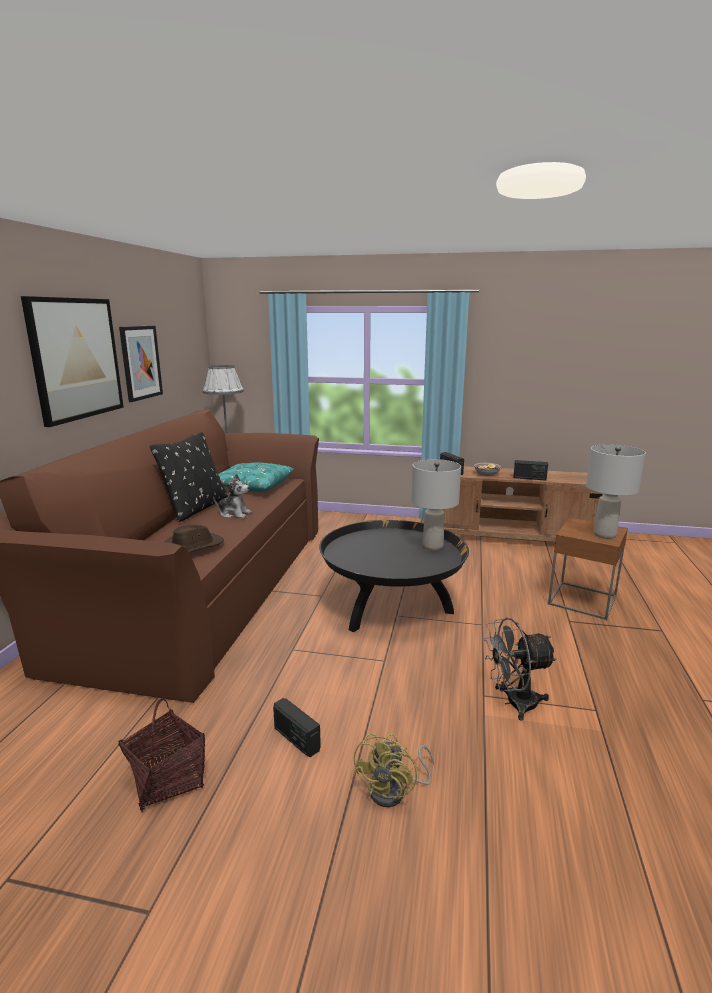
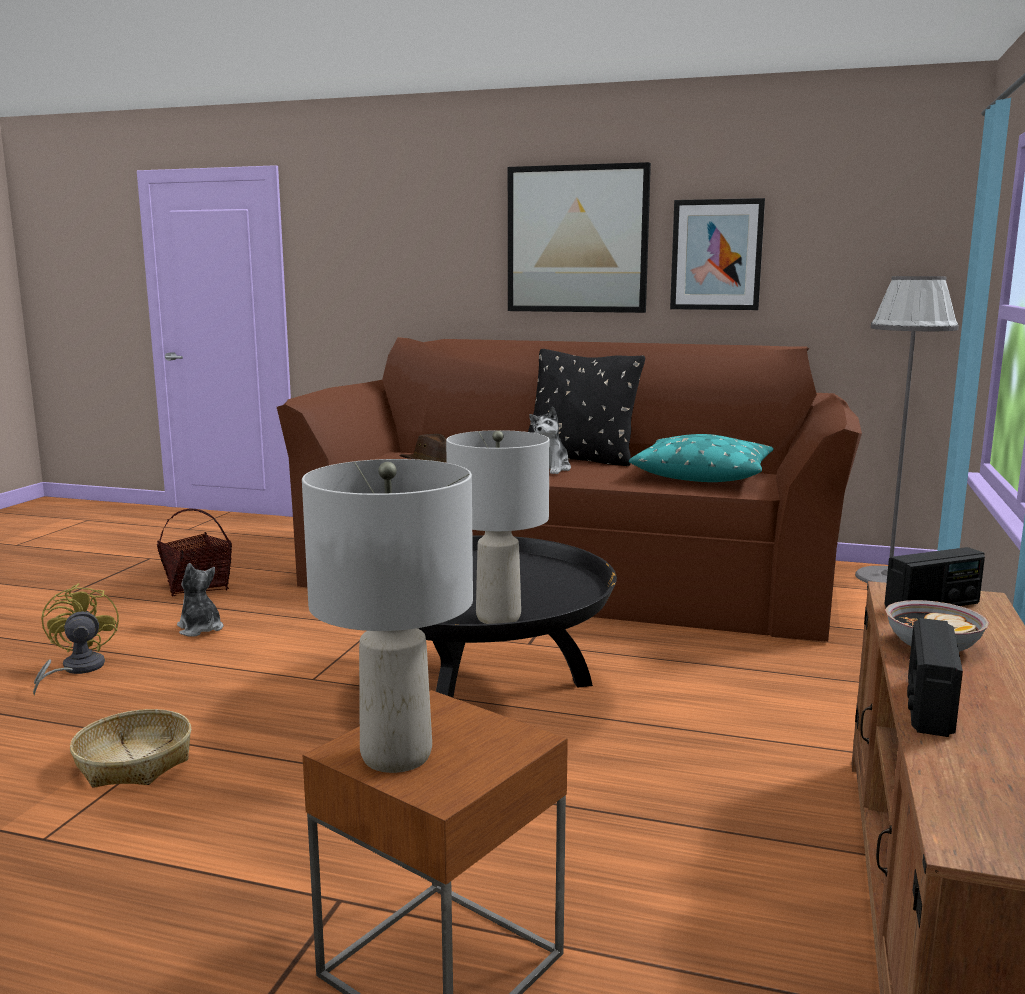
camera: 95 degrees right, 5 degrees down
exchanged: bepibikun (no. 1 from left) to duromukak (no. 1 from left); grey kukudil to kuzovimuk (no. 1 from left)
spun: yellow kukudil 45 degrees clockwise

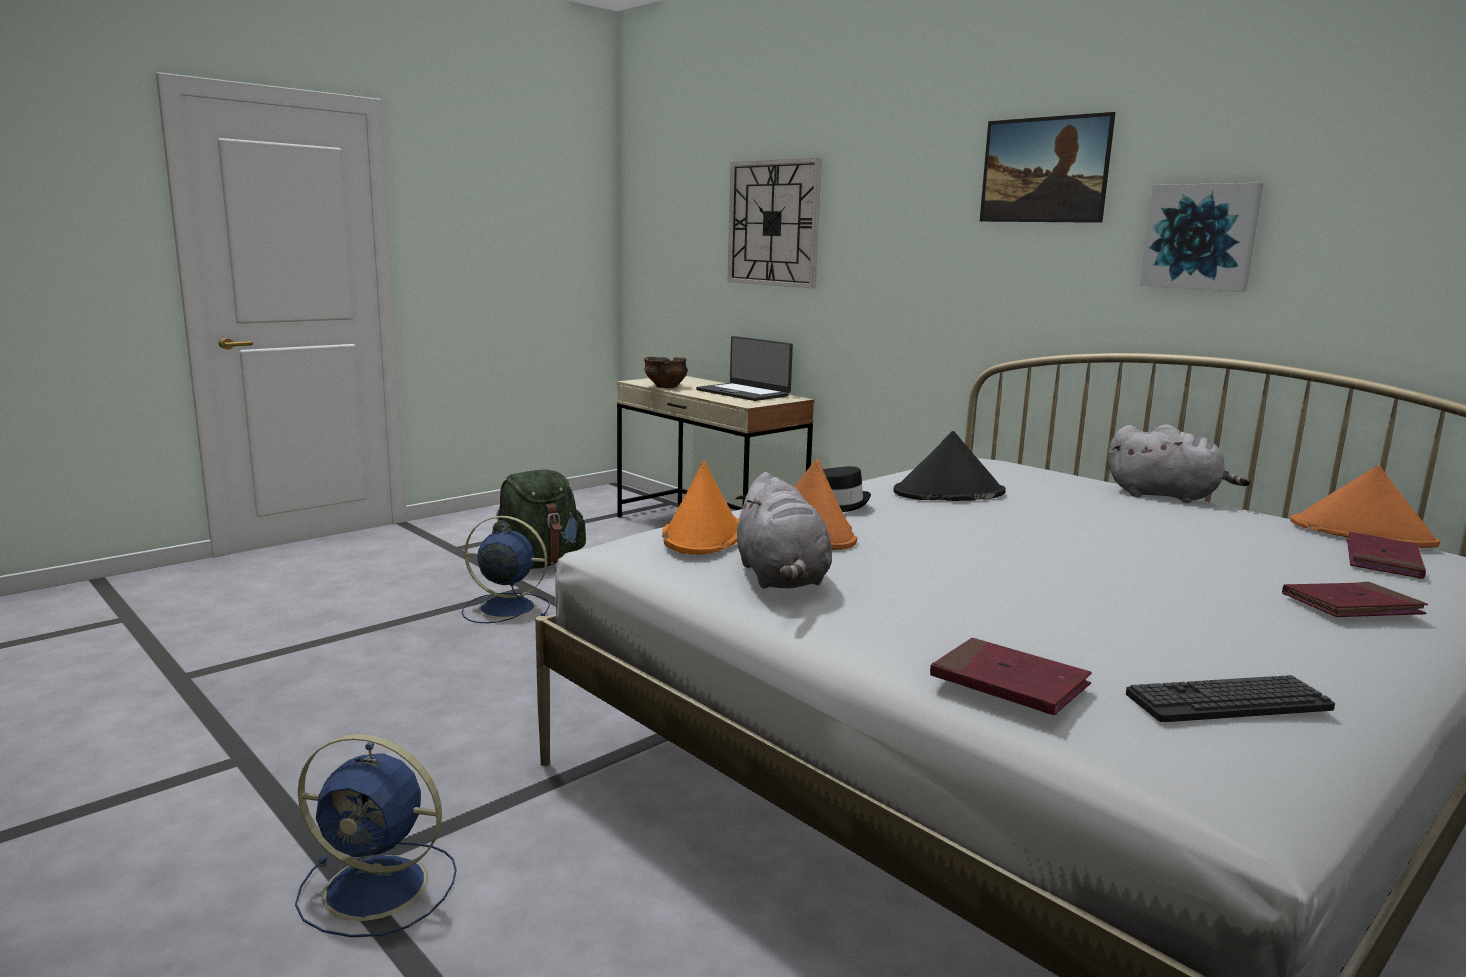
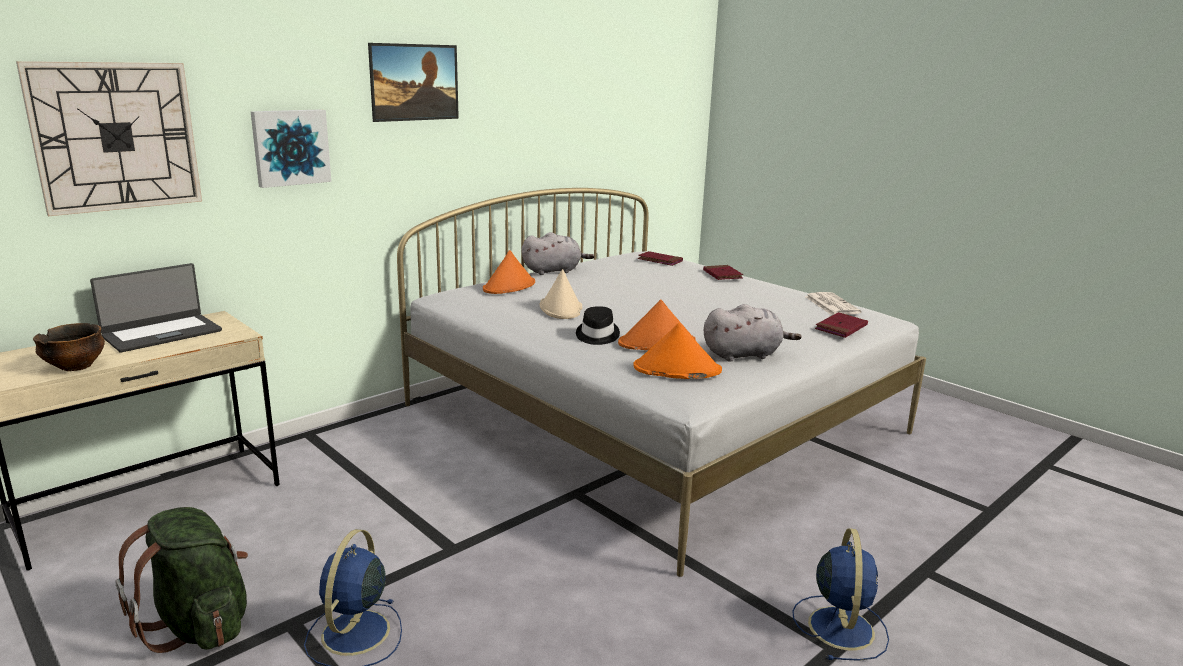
camera: 90 degrees left, 5 degrees up
relocated: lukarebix (no. 2 from left in the first image) to lukarebix (no. 1 from left); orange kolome (no. 3 from left in the first image) to orange kolome (no. 1 from left)
exchanged: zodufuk to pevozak
colour: black kolome (no. 2 from left) to beige kolome
spun: grey duromukak (no. 2 from left in the first image) 45 degrees clockwise

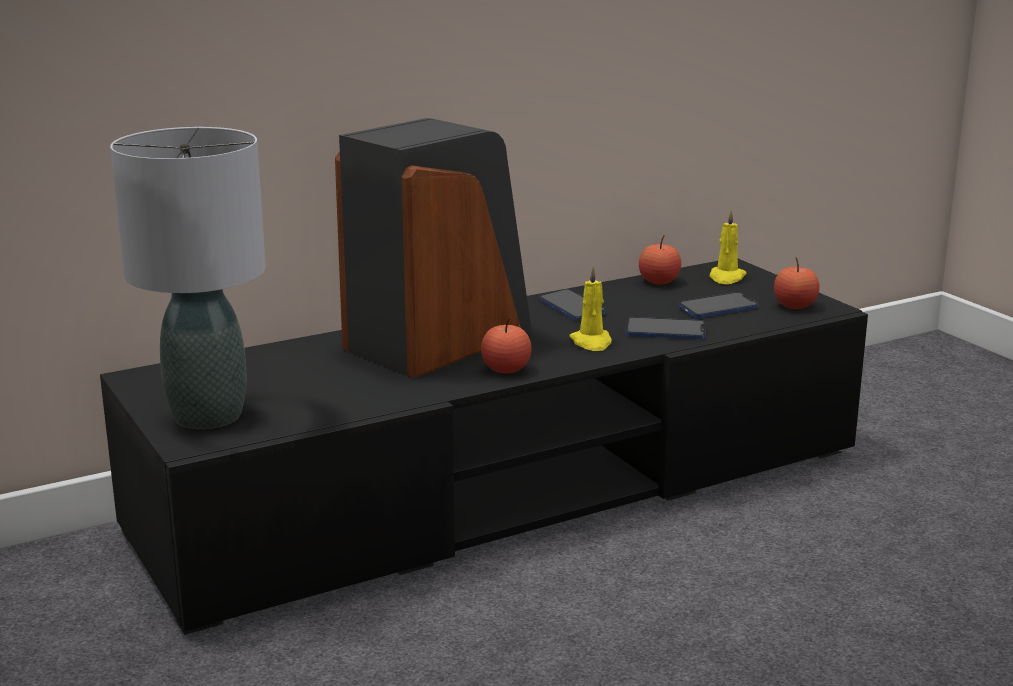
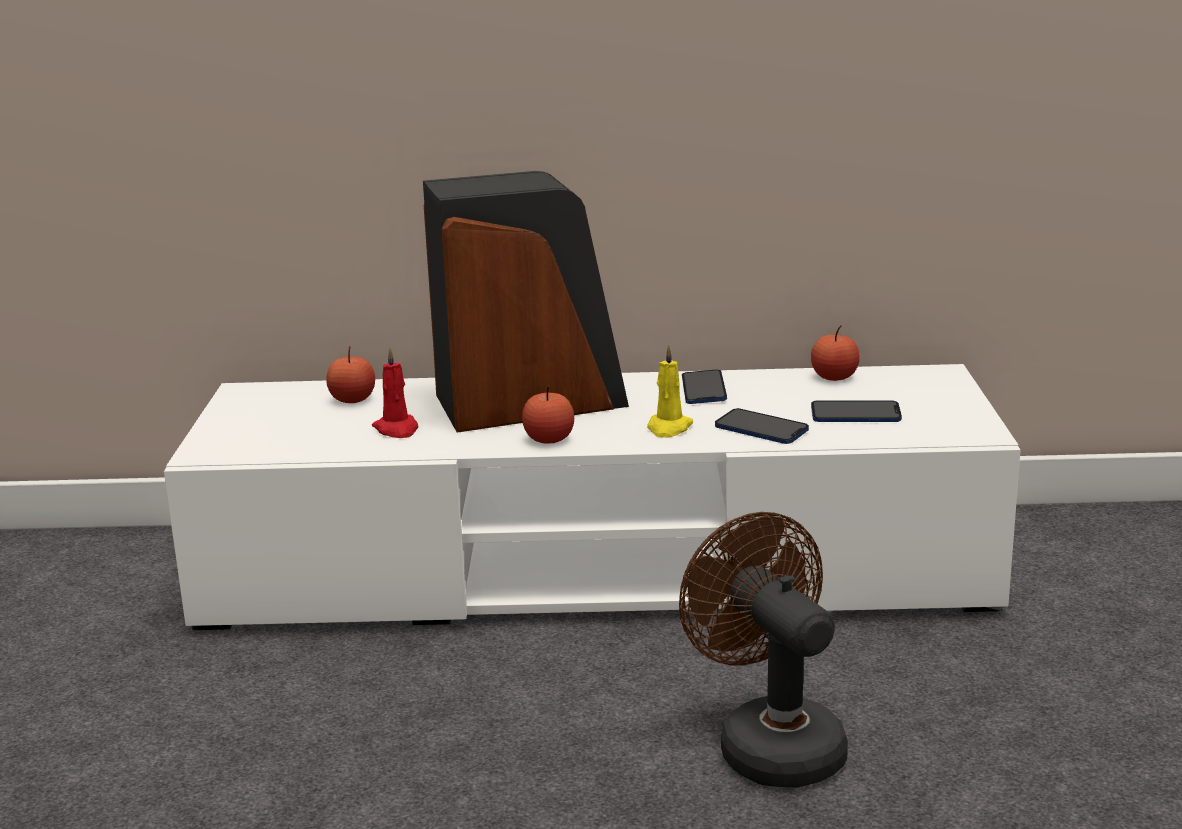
camera: 30 degrees right, 0 degrees up
missing: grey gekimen; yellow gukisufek (no. 2 from left)
appeared: red gukisufek; brown kukudil
relocated: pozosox (no. 3 from left in the first image) to pozosox (no. 1 from left)
colour: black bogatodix to white bogatodix

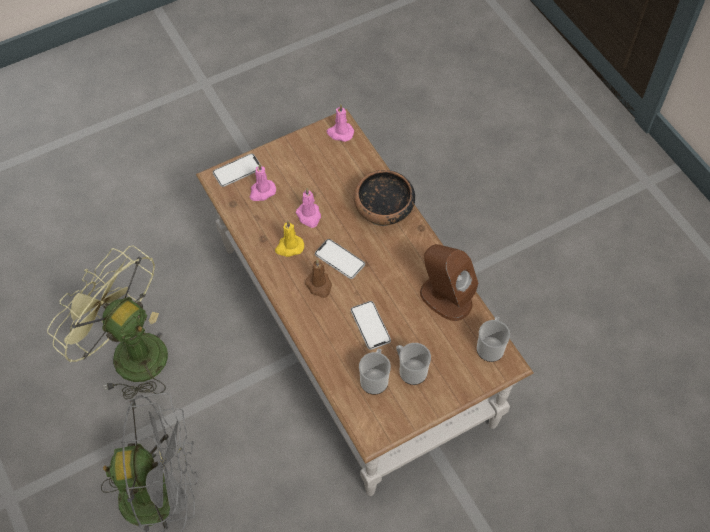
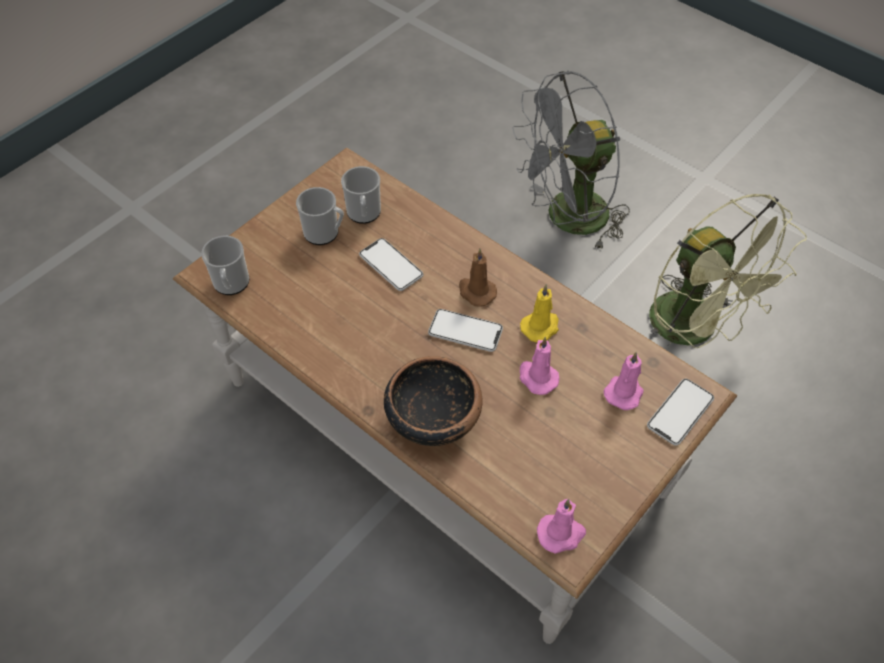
camera: 160 degrees right, 5 degrees down
missing: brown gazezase
spun: green kukudil 45 degrees clockwise

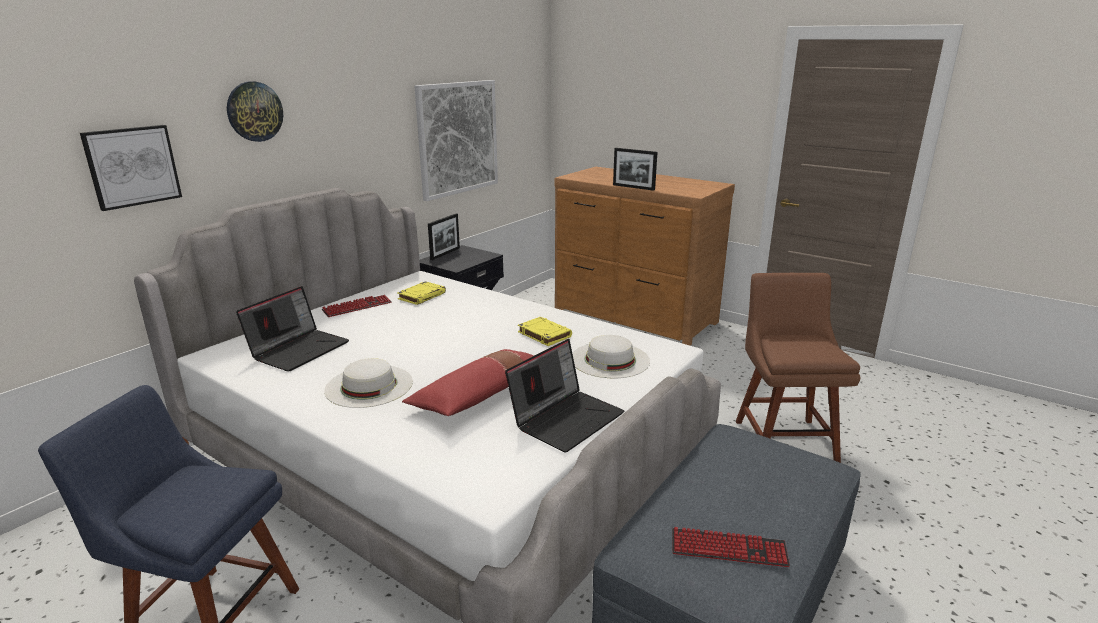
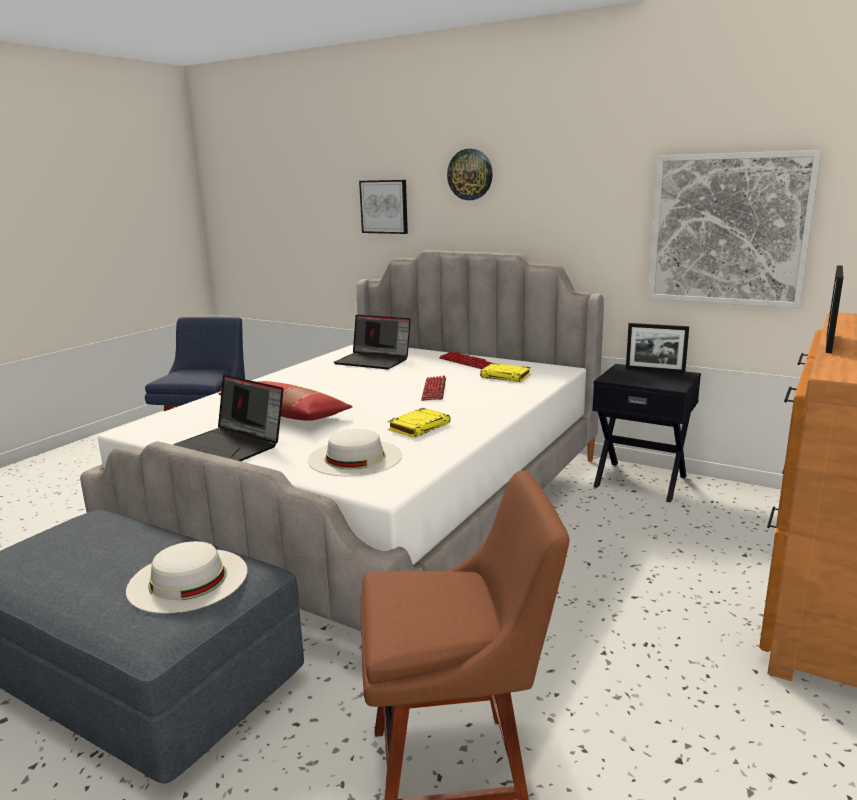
camera: 85 degrees right, 5 degrees down
relocated: white kolome (no. 1 from left); zodufuk (no. 2 from left in the first image) to zodufuk (no. 1 from left)

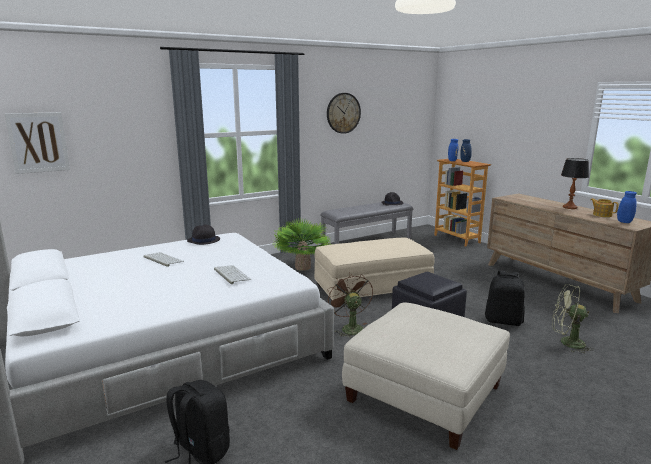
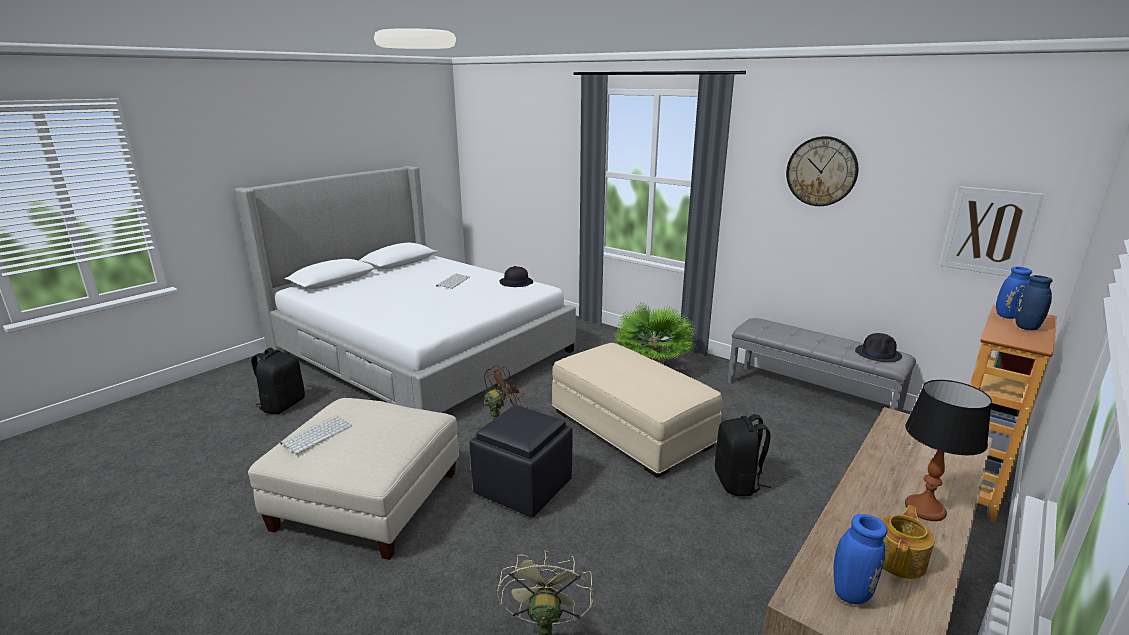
camera: 70 degrees right, 5 degrees up
relocated: lukarebix; zodufuk (no. 2 from left in the first image) to zodufuk (no. 1 from left); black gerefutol (no. 2 from left)

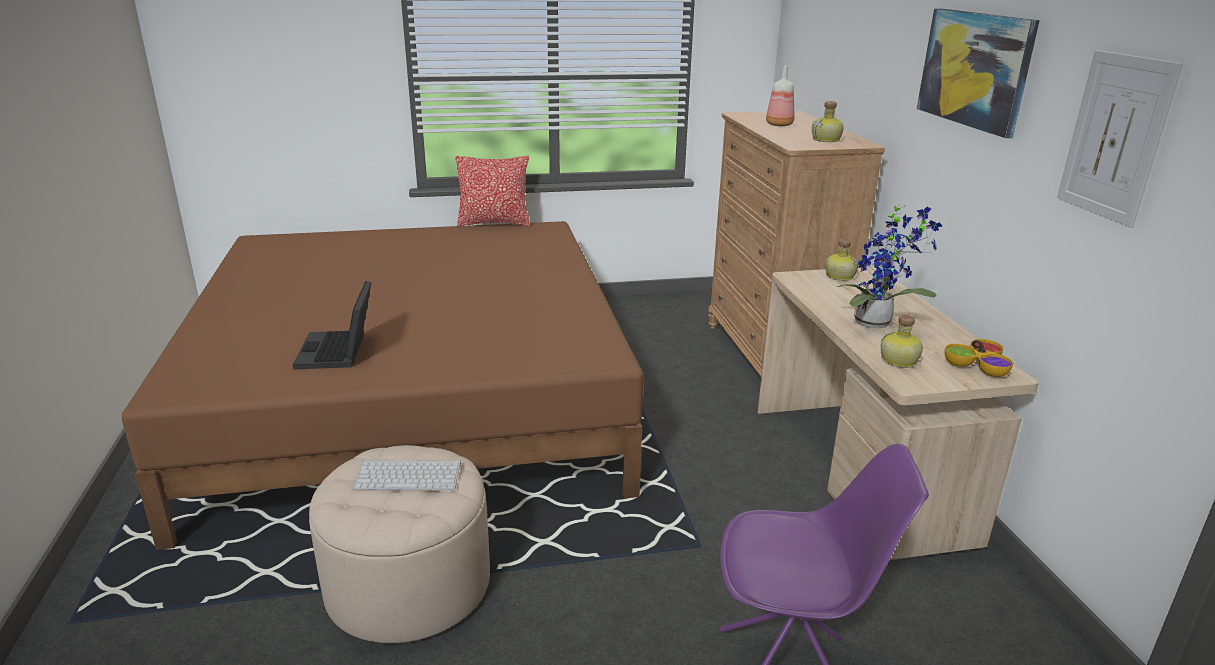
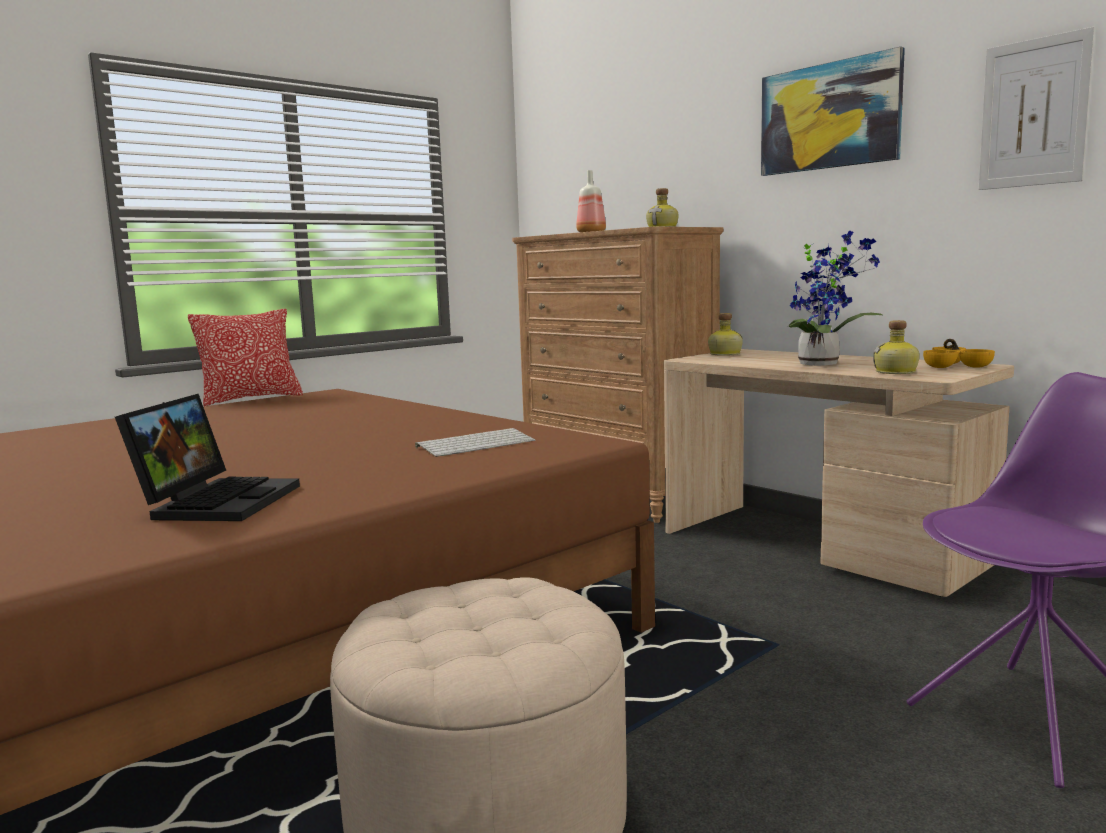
camera: 30 degrees left, 15 degrees down
relocated: zodufuk
spun: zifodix 135 degrees counterclockwise

